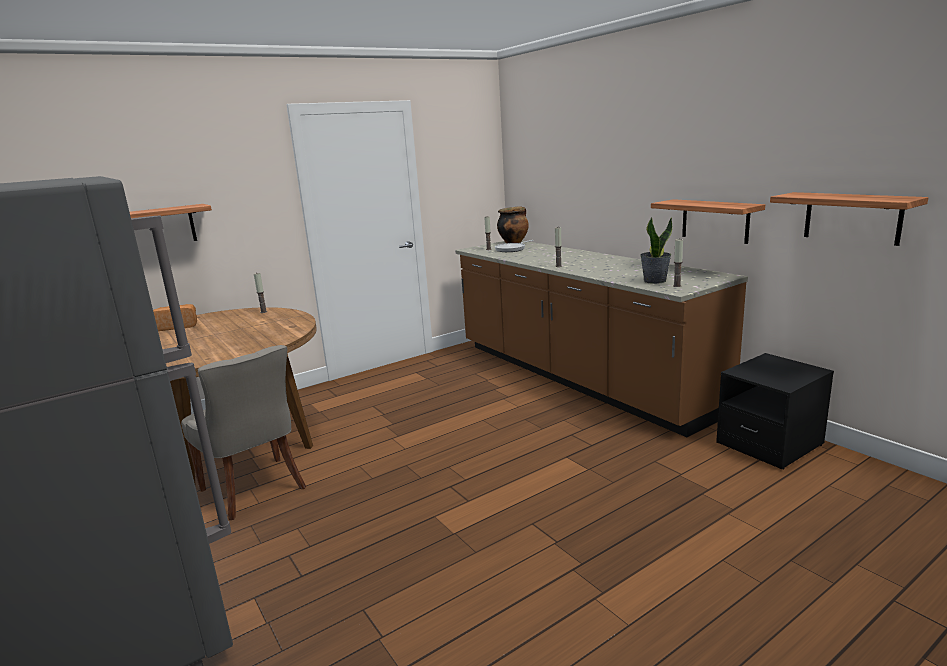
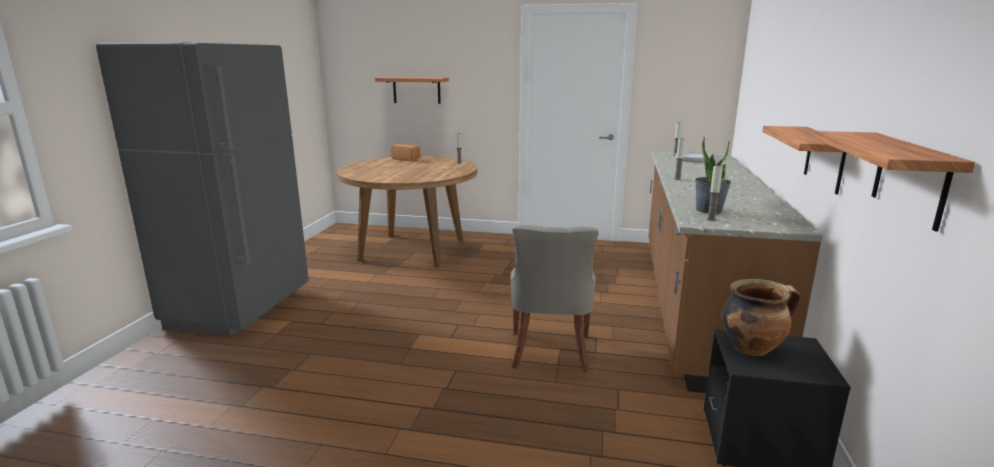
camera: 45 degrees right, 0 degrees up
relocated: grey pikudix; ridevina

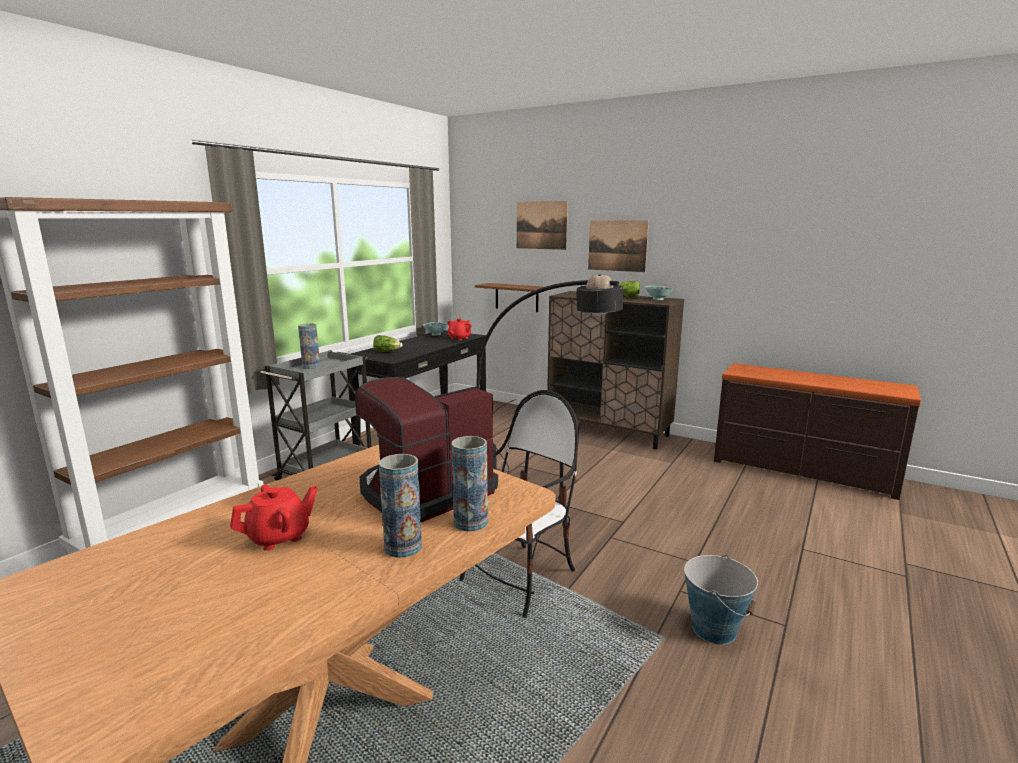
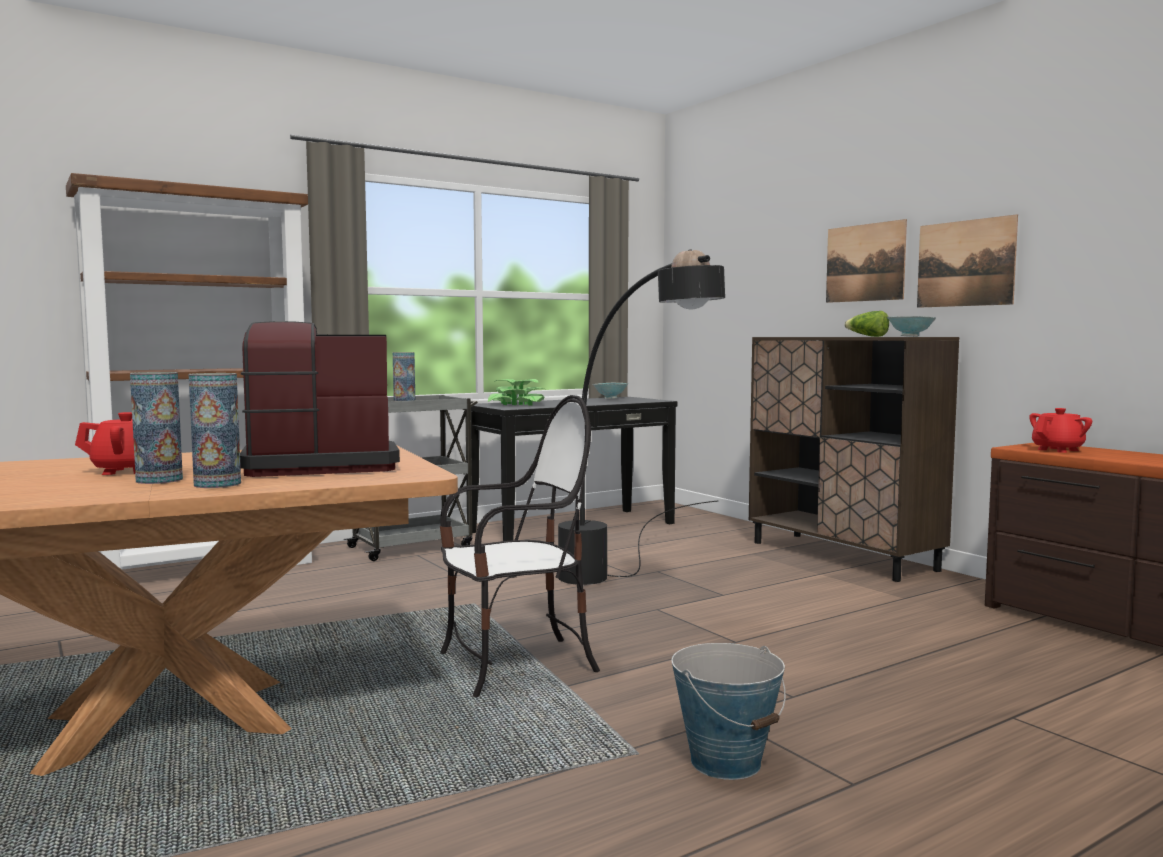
camera: 25 degrees right, 10 degrees down
missing: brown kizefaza
relocated: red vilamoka (no. 2 from left); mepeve (no. 3 from left in the first image) to mepeve (no. 1 from left); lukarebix (no. 1 from left in the first image) to lukarebix (no. 2 from left)
exchanged: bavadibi (no. 1 from left) to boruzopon

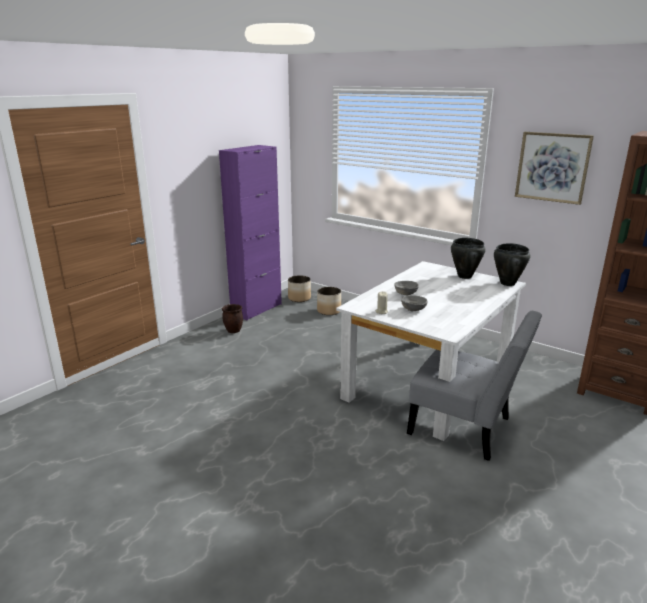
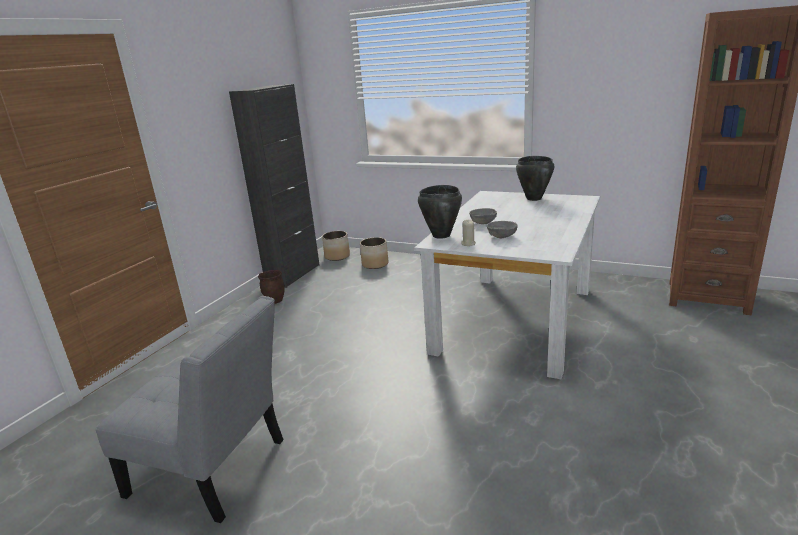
camera: 10 degrees left, 0 degrees up
missing: lukarebix
relocated: grey pikudix; black ridevina (no. 2 from left in the first image) to black ridevina (no. 1 from left)
colour: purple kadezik to black kadezik

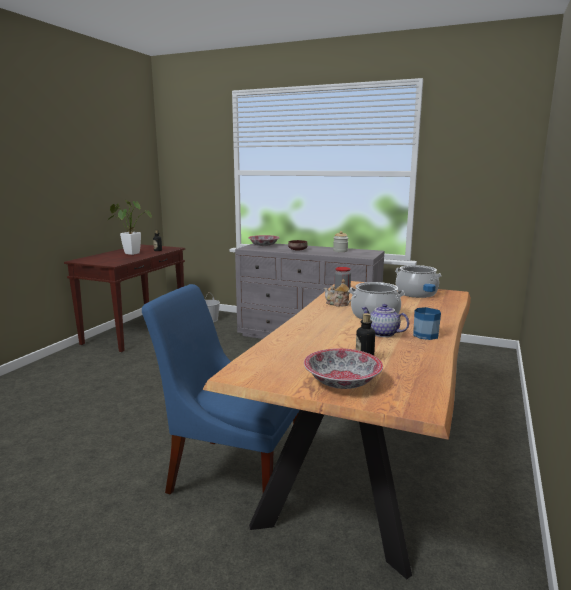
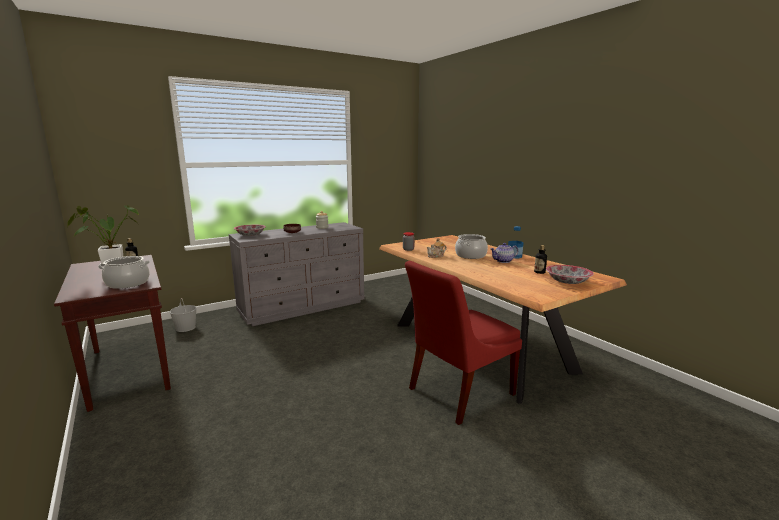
camera: 55 degrees left, 0 degrees up
relocated: ridevina (no. 2 from left in the first image) to ridevina (no. 1 from left)
colour: blue pikudix to red pikudix

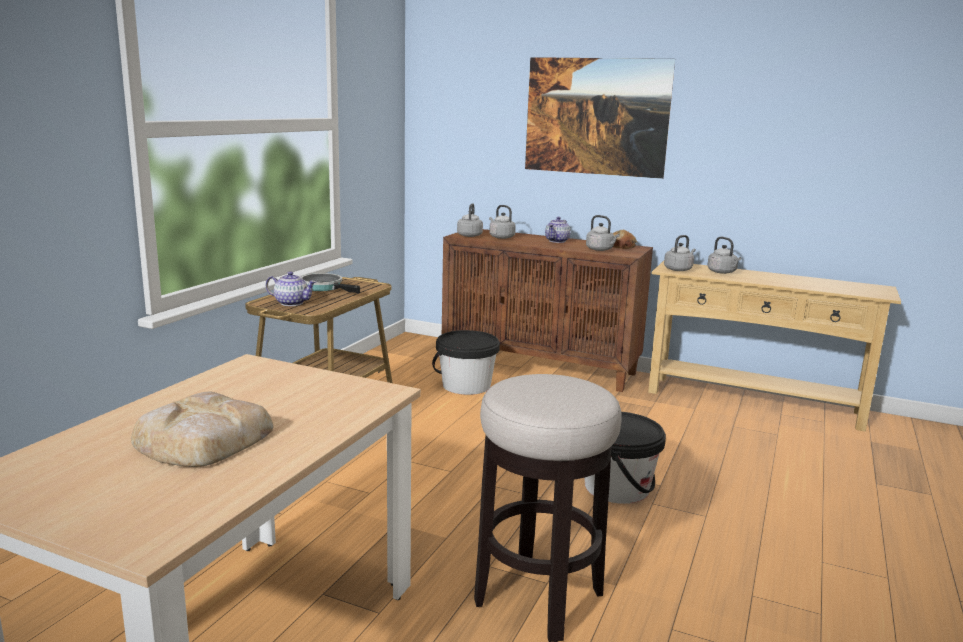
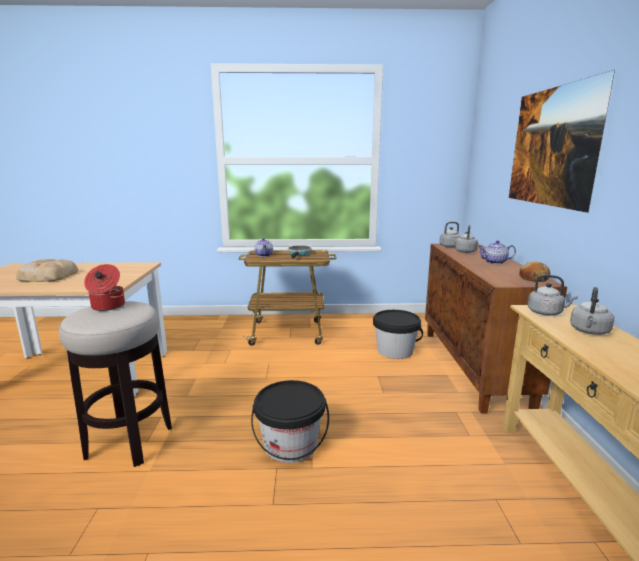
camera: 65 degrees right, 0 degrees up
missing: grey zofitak (no. 3 from left)
appeared: ridevina

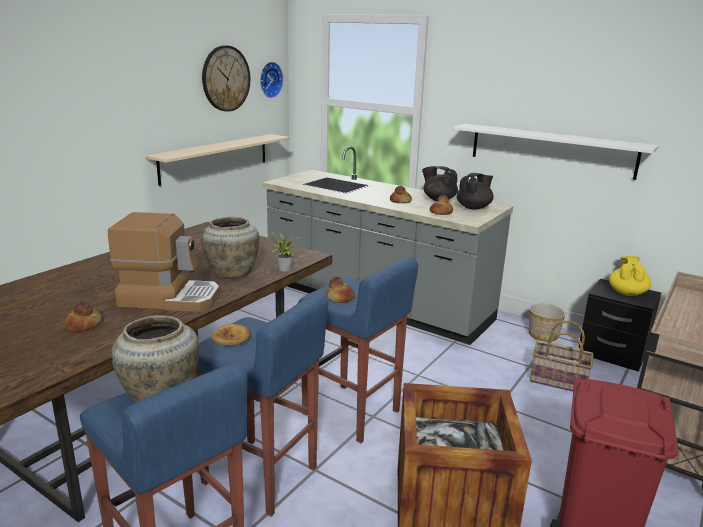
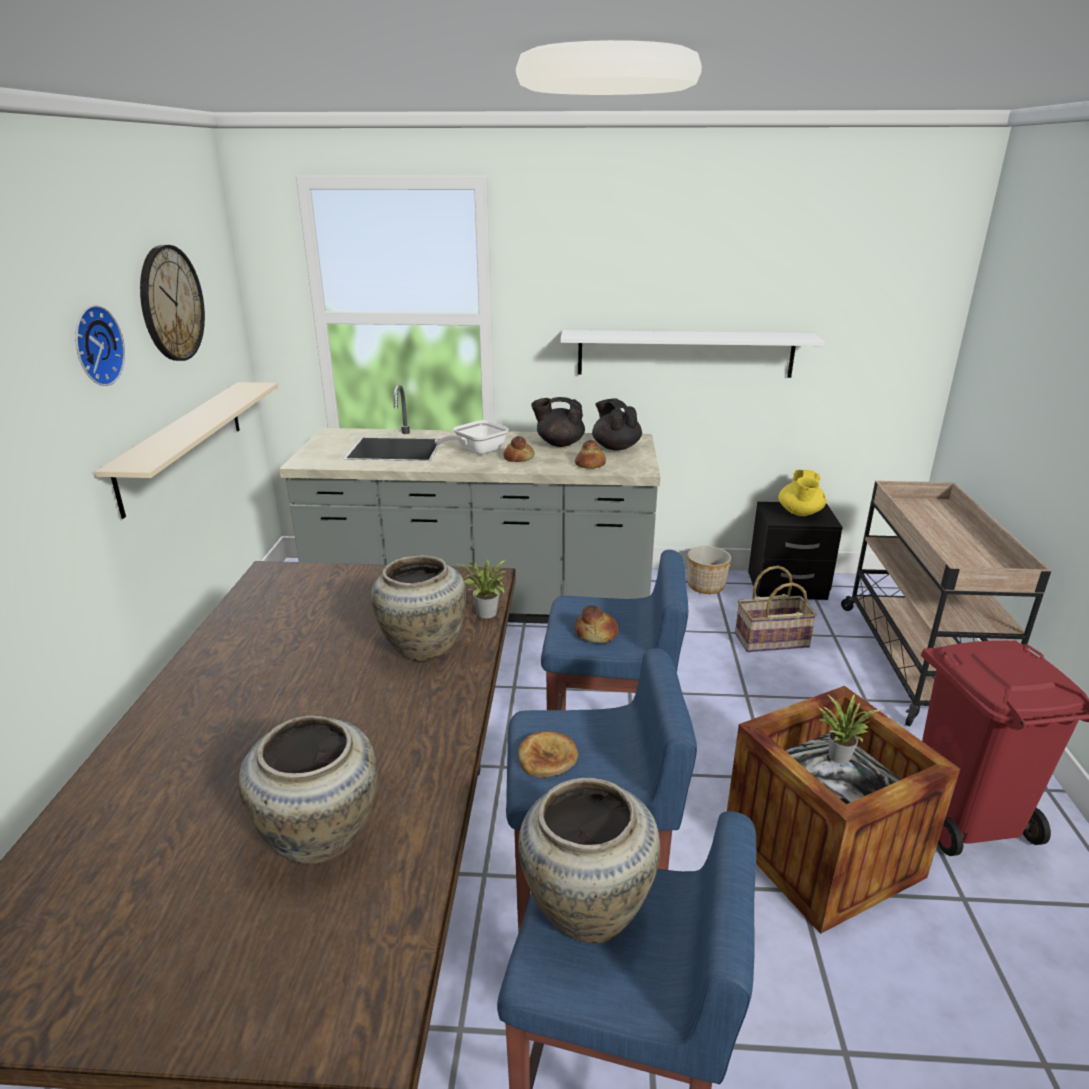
camera: 30 degrees left, 5 degrees up
missing: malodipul
appeared: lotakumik; boruzopon (no. 2 from left)
relocated: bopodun (no. 2 from left in the first image) to bopodun (no. 1 from left)
exchanged: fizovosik (no. 1 from left) to beige mepeve (no. 1 from left)
spun: black vilamoka (no. 2 from left) 45 degrees counterclockwise; yellow vilamoka 150 degrees counterclockwise

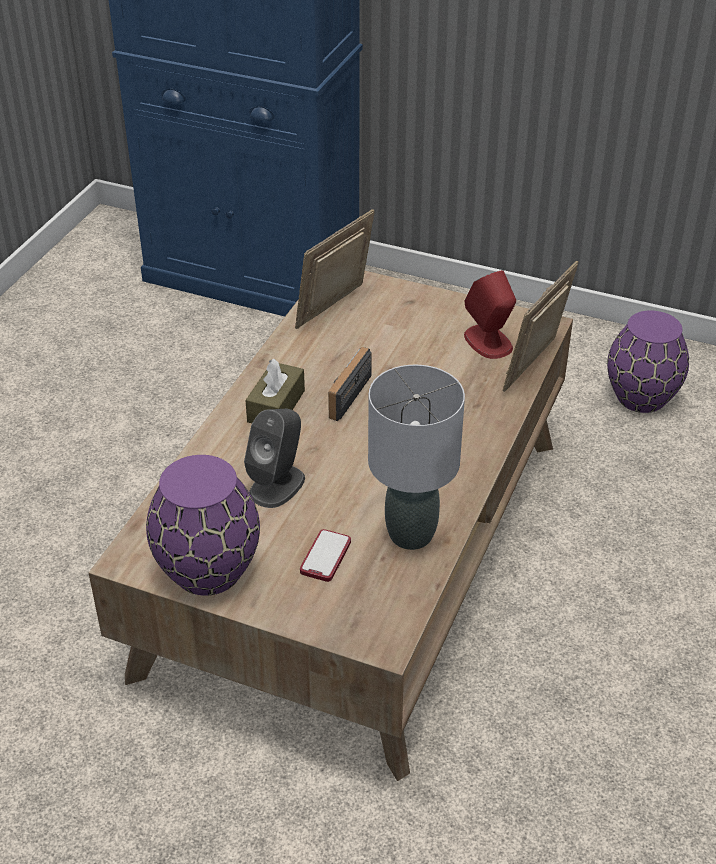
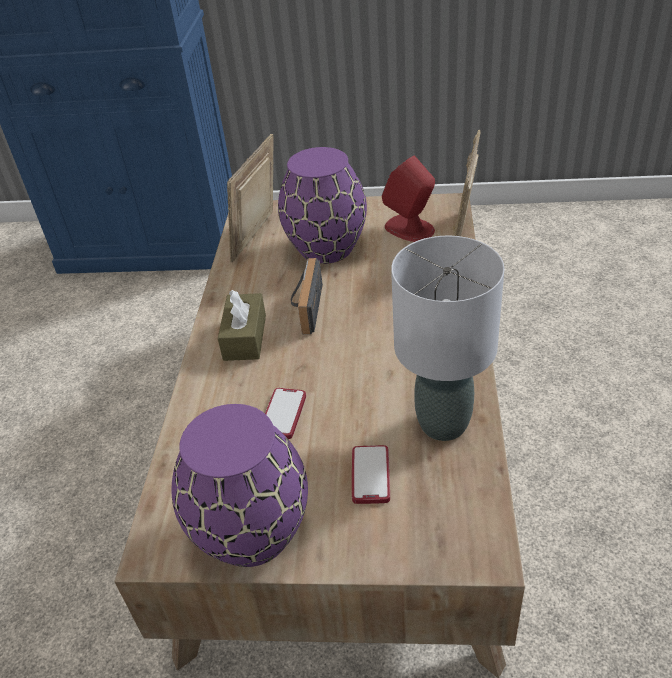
camera: 15 degrees left, 0 degrees up
relocated: purple mepeve (no. 2 from left)
exchanged: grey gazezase to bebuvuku (no. 1 from left)

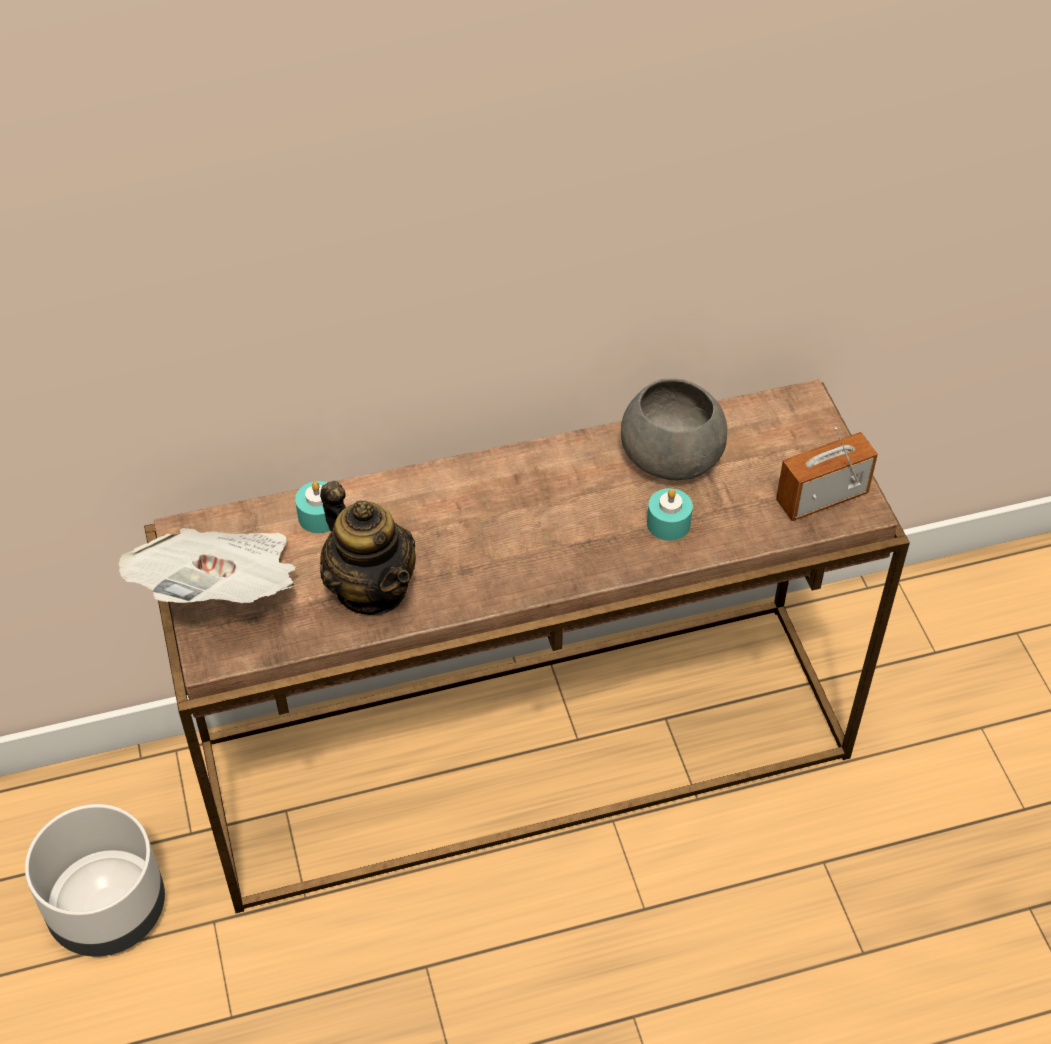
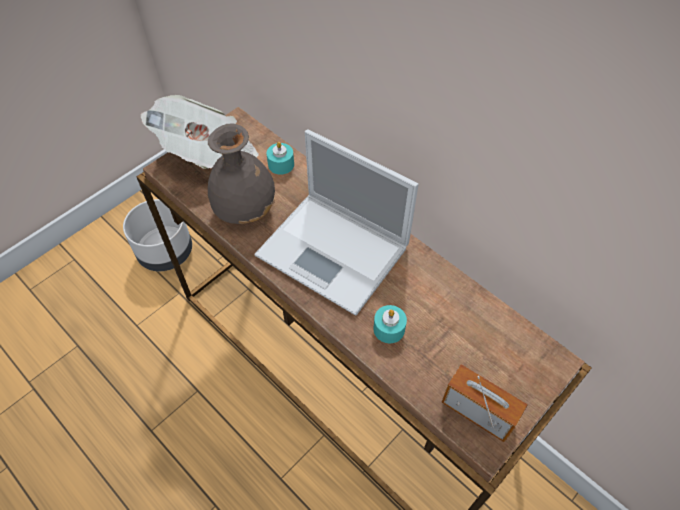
camera: 60 degrees right, 5 degrees up
missing: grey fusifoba
appeared: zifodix
exchanged: vilamoka to grey mepeve

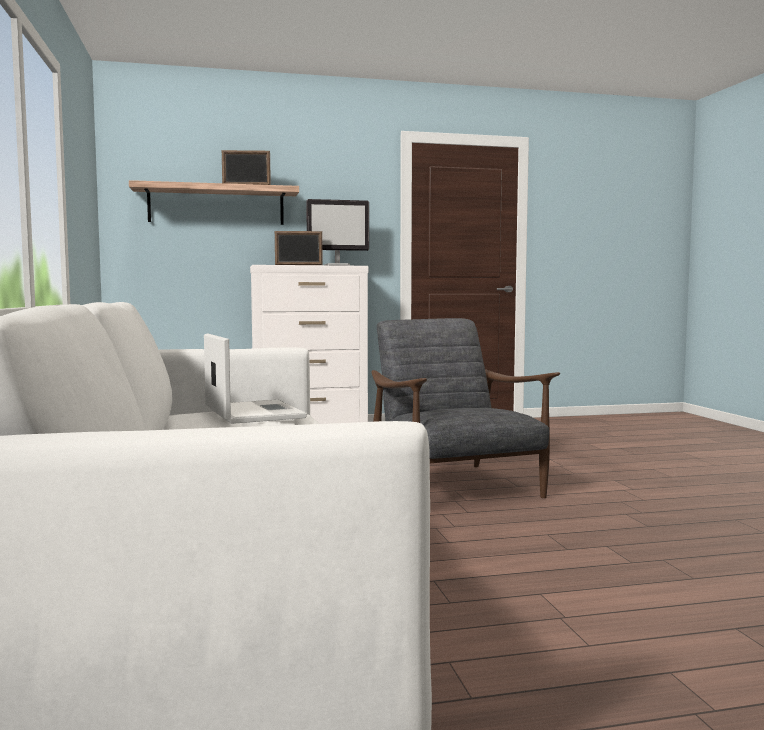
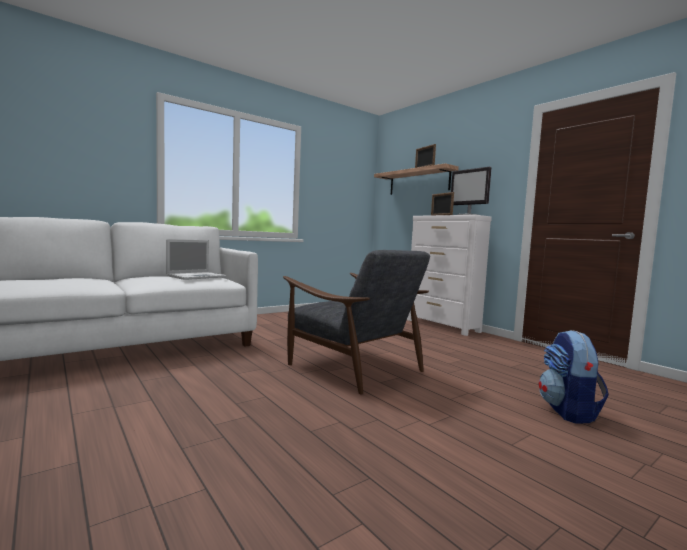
camera: 65 degrees right, 0 degrees up
appeared: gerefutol
spun: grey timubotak 90 degrees clockwise

